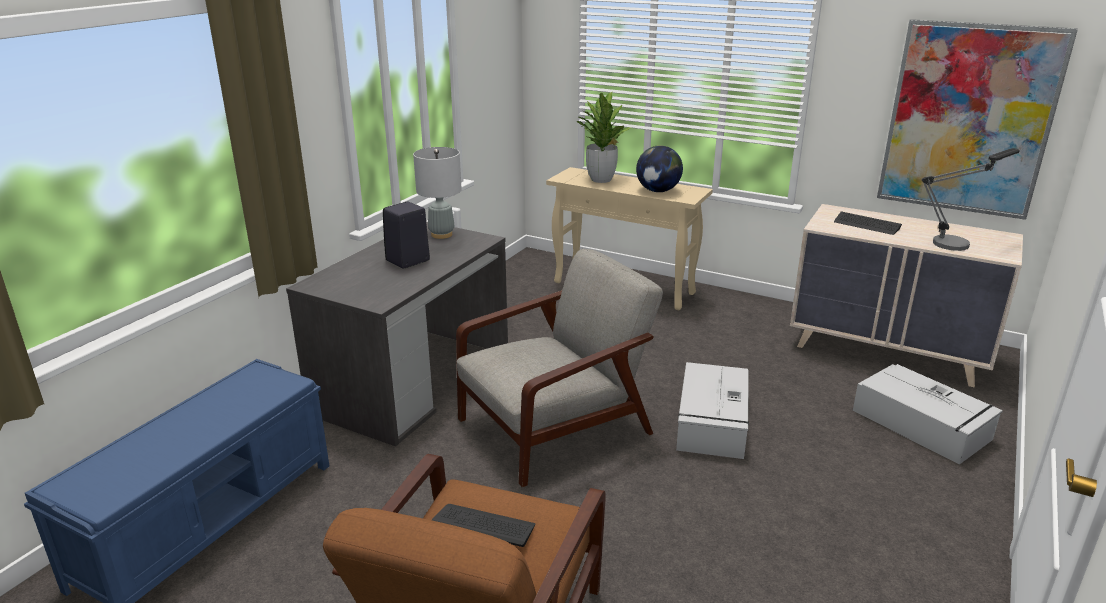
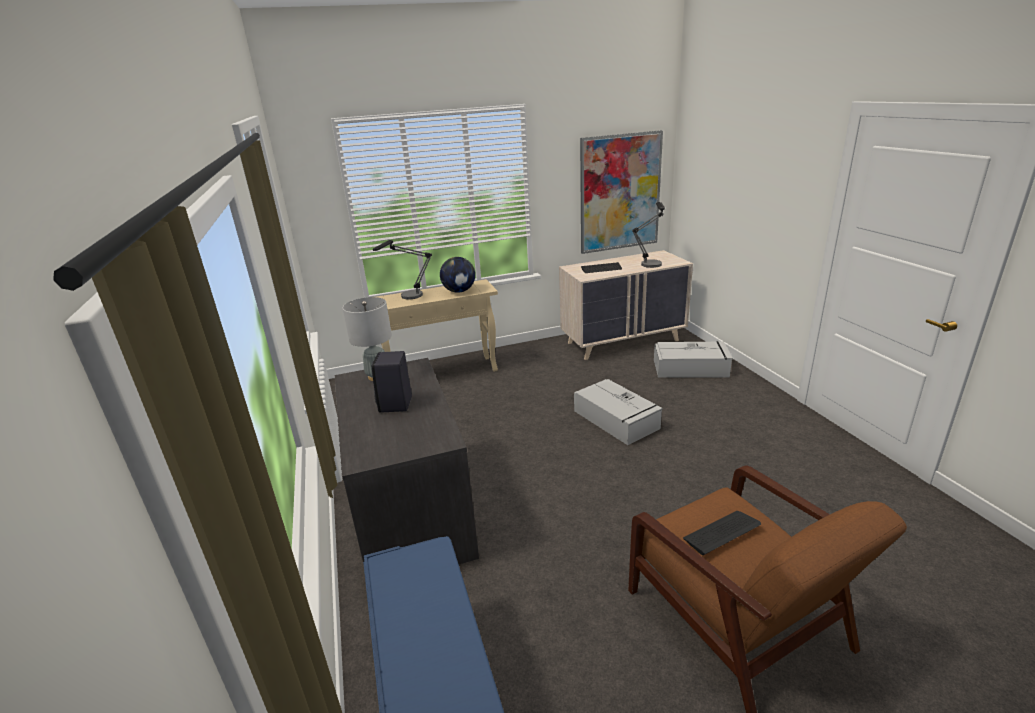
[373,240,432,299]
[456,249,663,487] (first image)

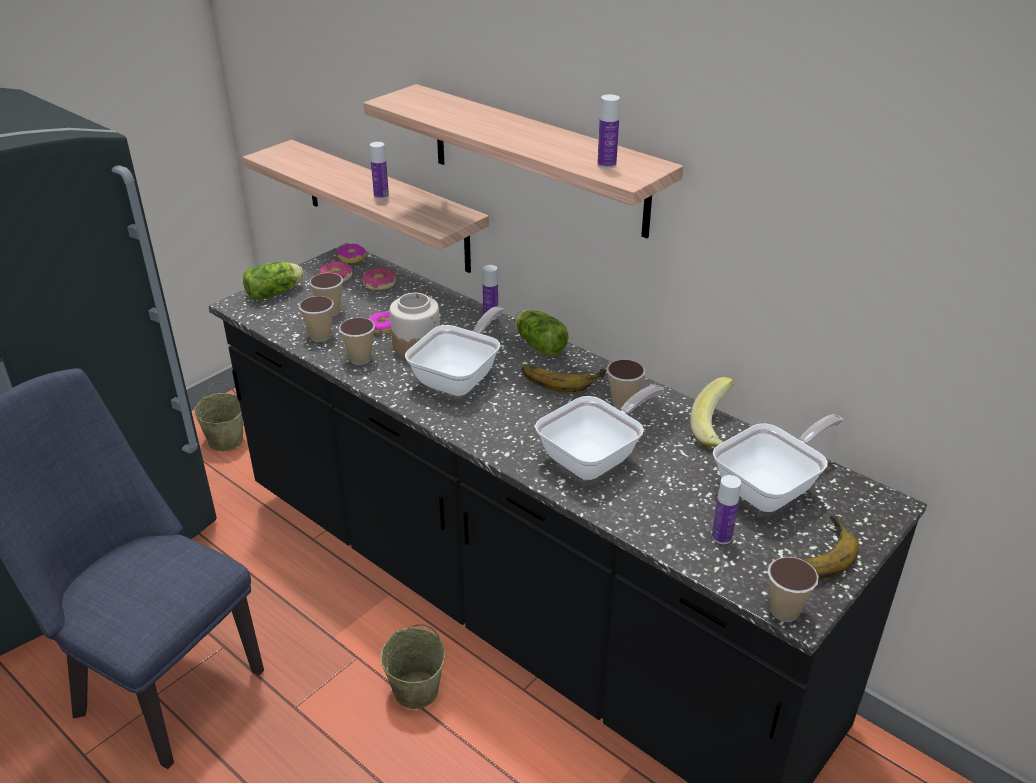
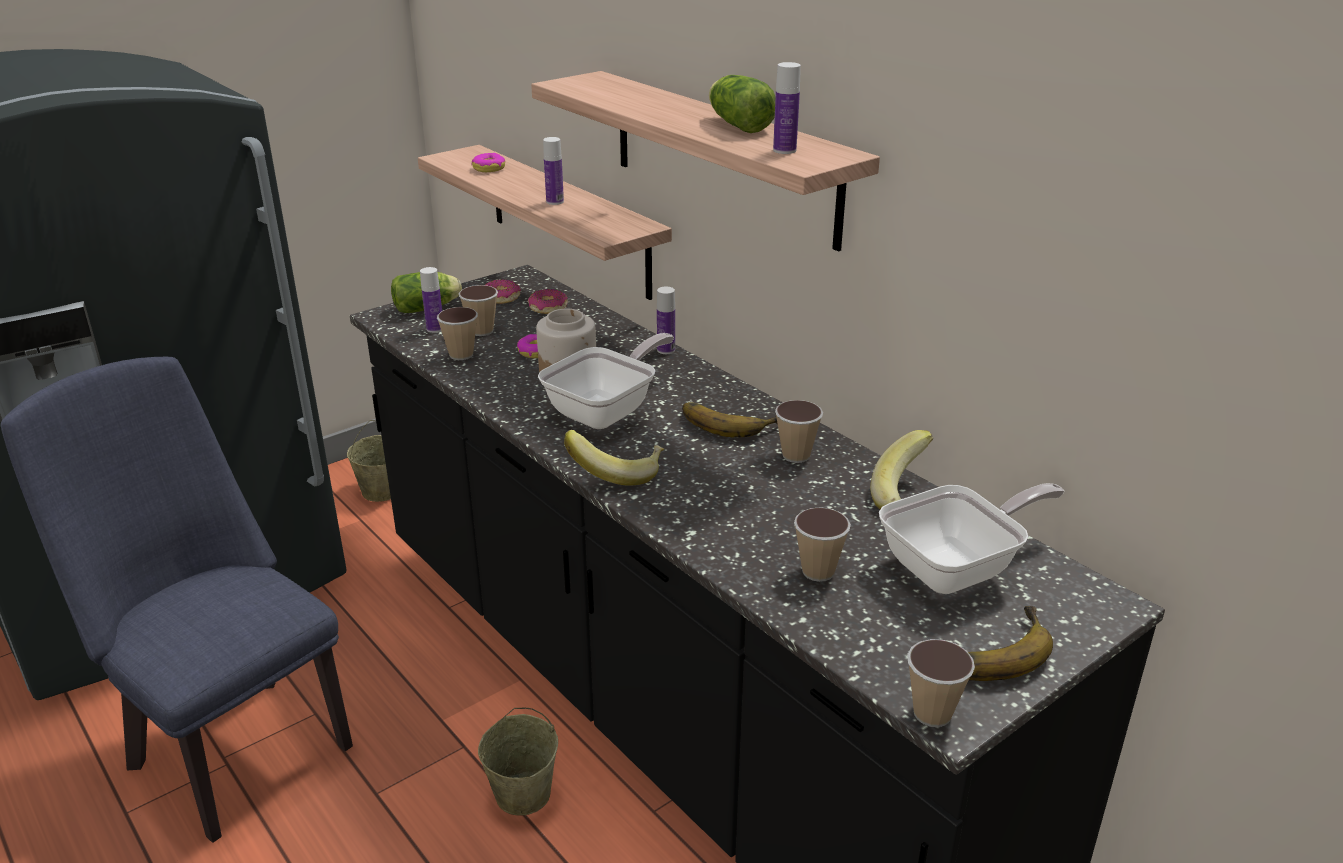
[472,153,505,172]
[709,75,775,133]
[794,507,851,582]
[535,385,664,480] (first image)
[420,267,442,333]
[564,430,664,486]

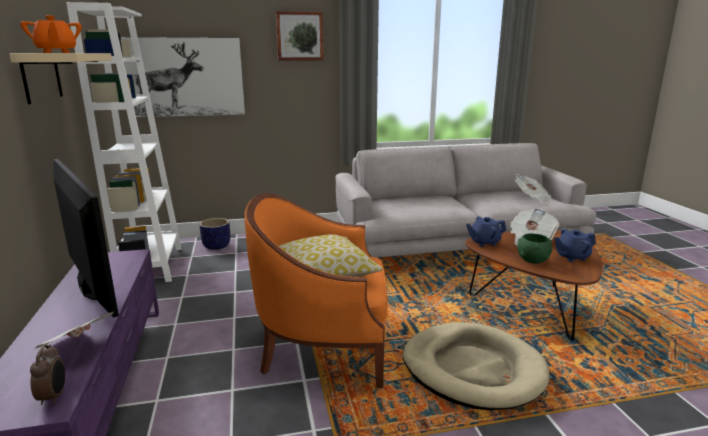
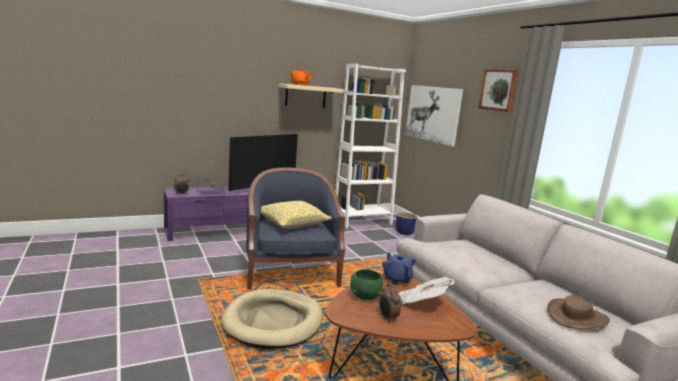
[547,296,610,330]
[247,168,345,290]
[379,284,401,323]

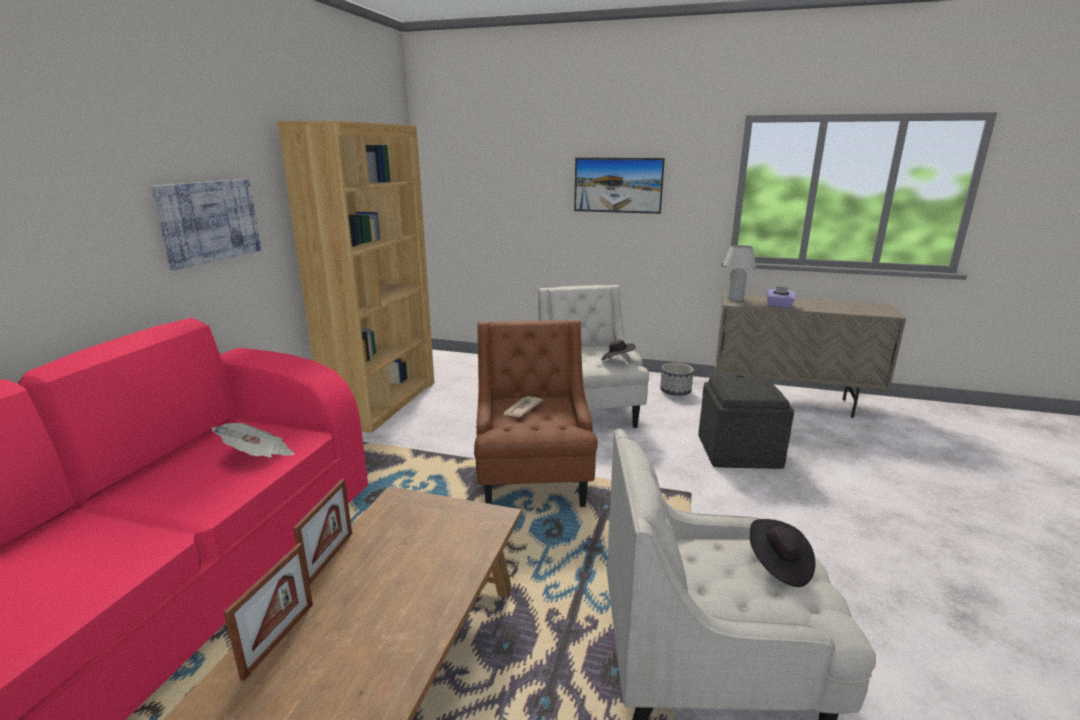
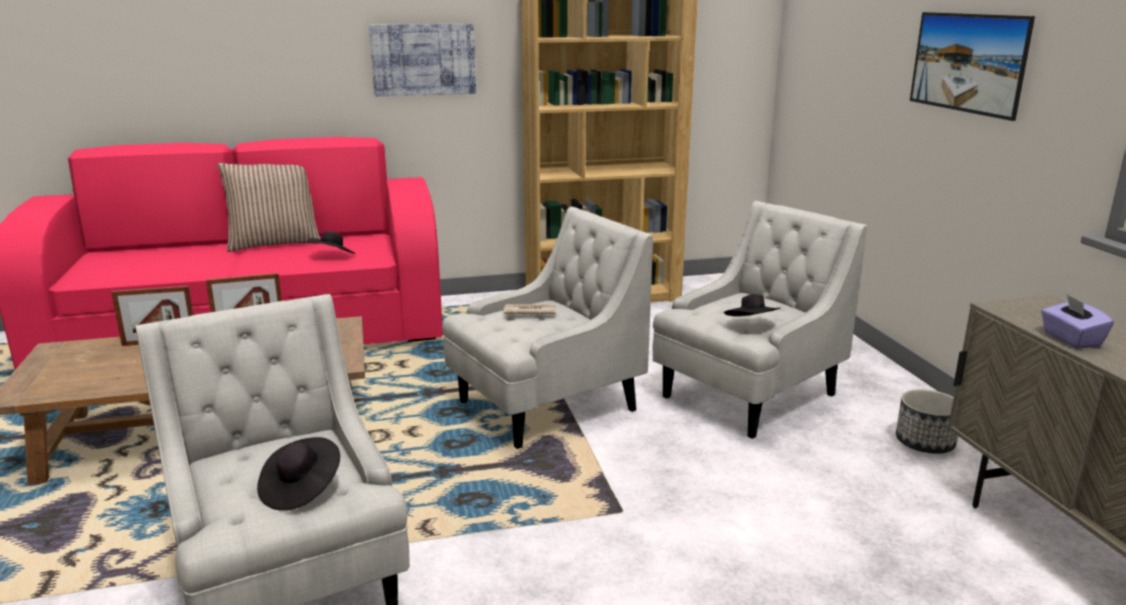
[723,245,756,301] (first image)
[442,207,653,449]
[698,377,794,469] (first image)
[308,231,355,254]
[218,163,321,252]

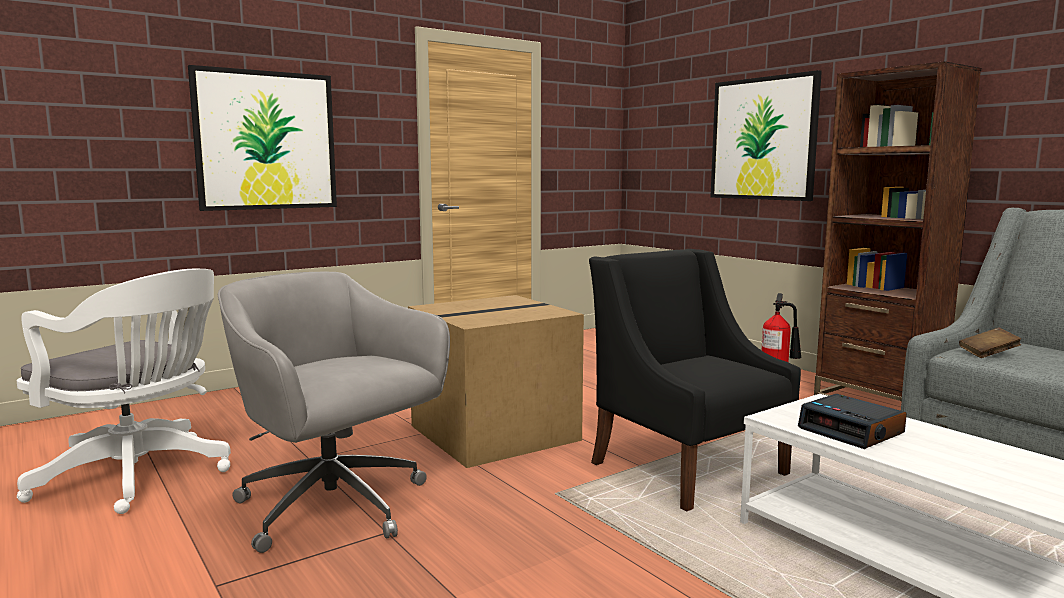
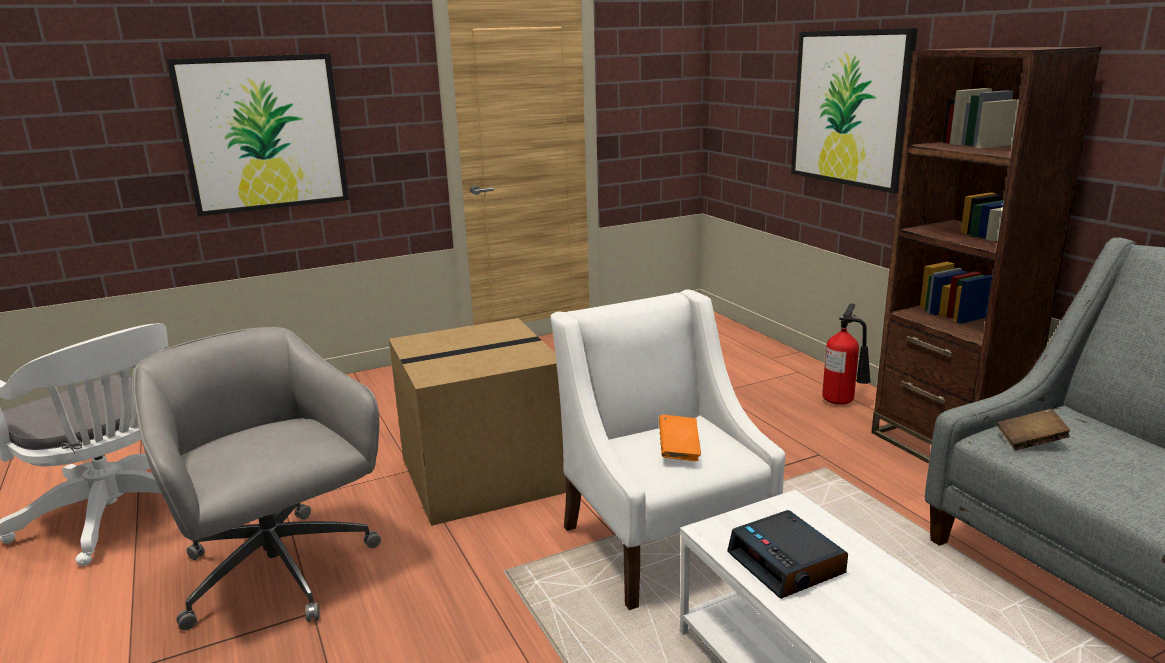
[551,289,785,610]
[659,415,701,461]

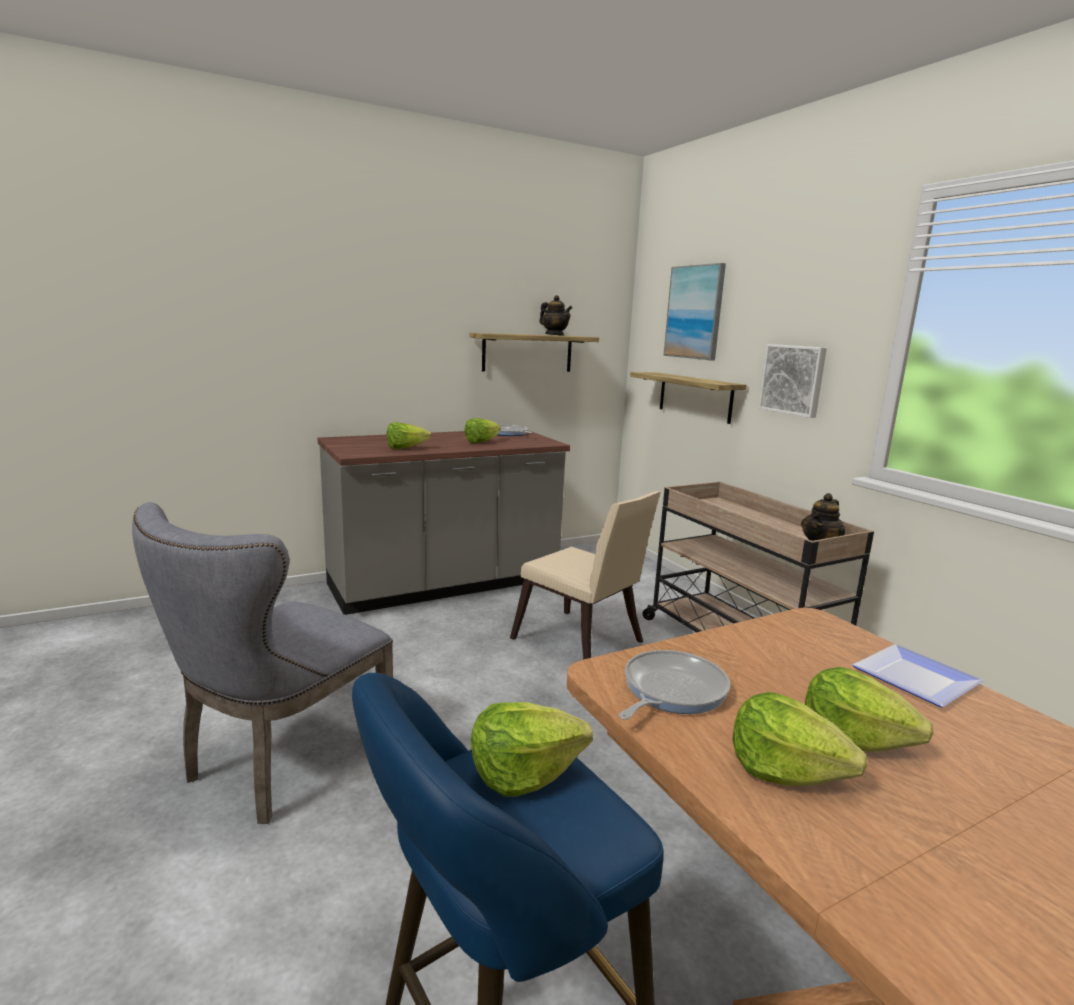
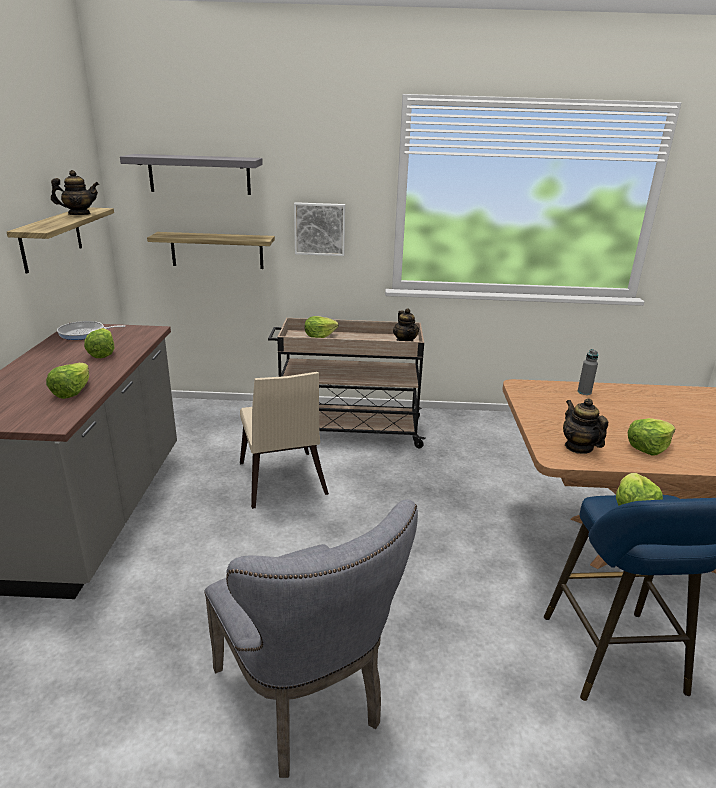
[120,154,263,195]
[240,372,329,509]
[578,349,598,395]
[563,398,608,454]
[305,316,339,338]

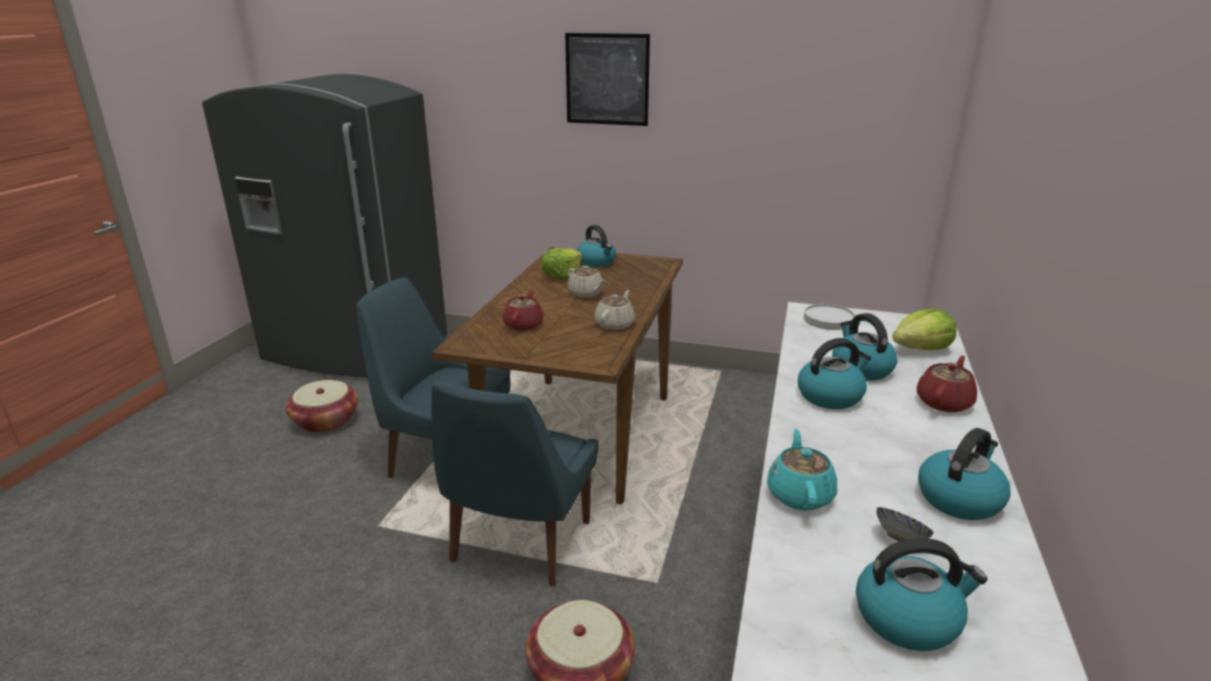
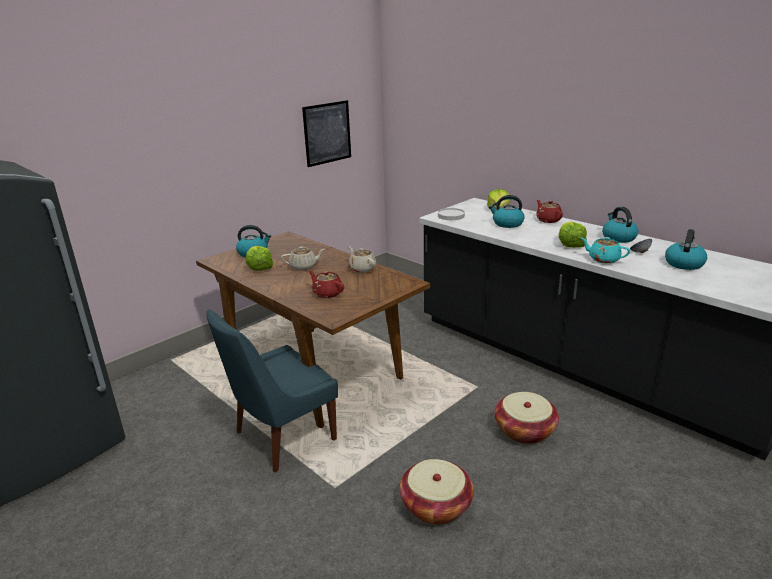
[302,100,351,167]
[798,338,871,409] (first image)
[400,459,474,525]
[431,381,599,586] (first image)
[558,222,587,248]

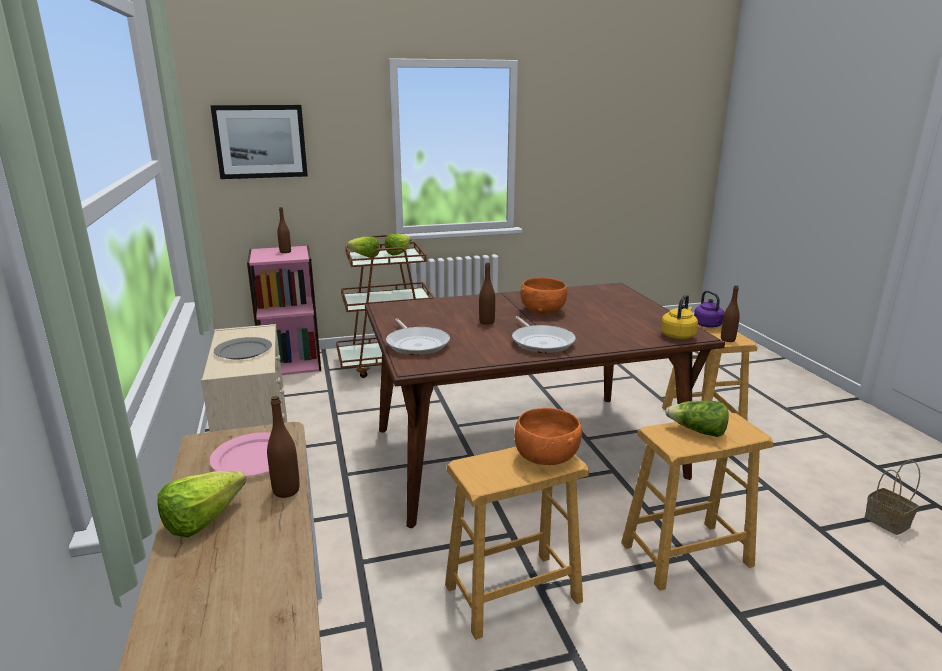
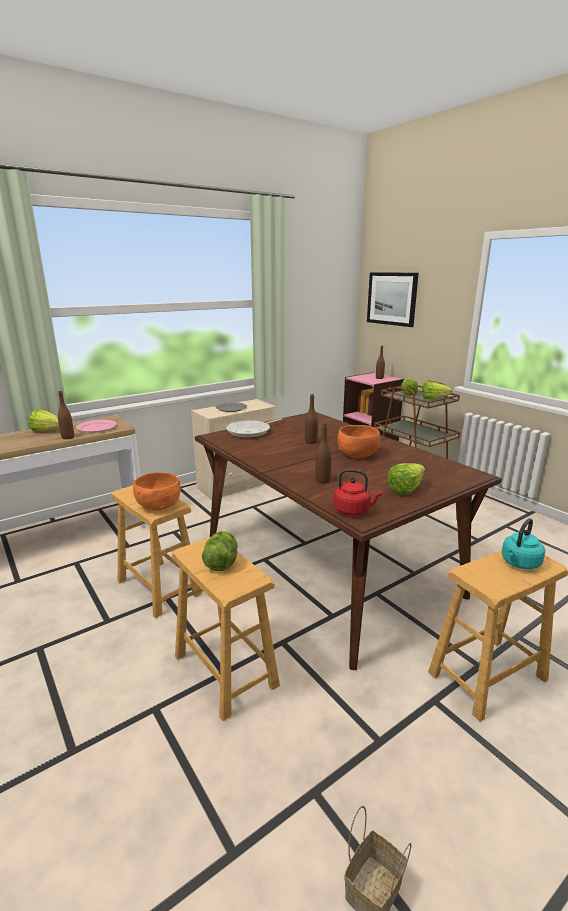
[315,423,332,484]
[502,518,545,569]
[333,469,382,515]
[512,316,576,353] (first image)
[387,463,425,495]

